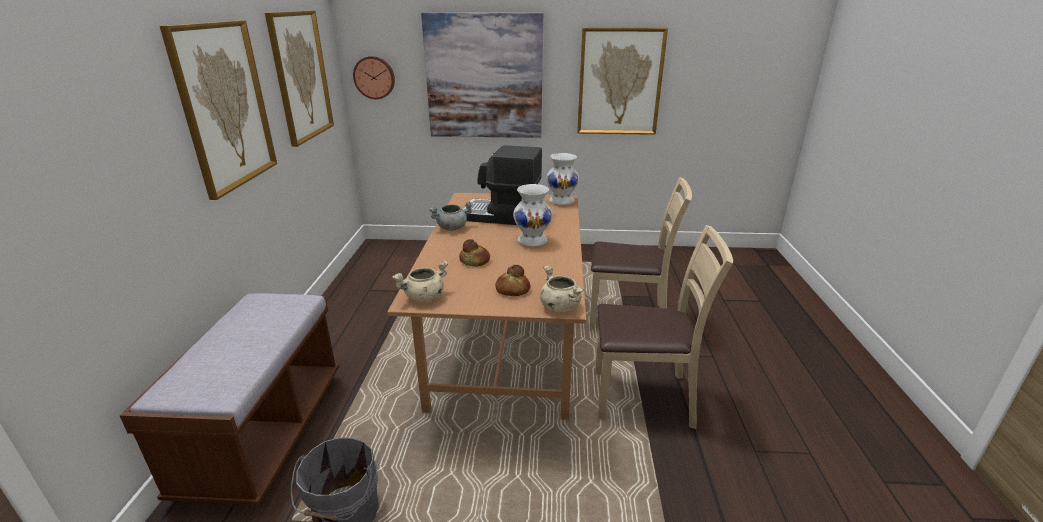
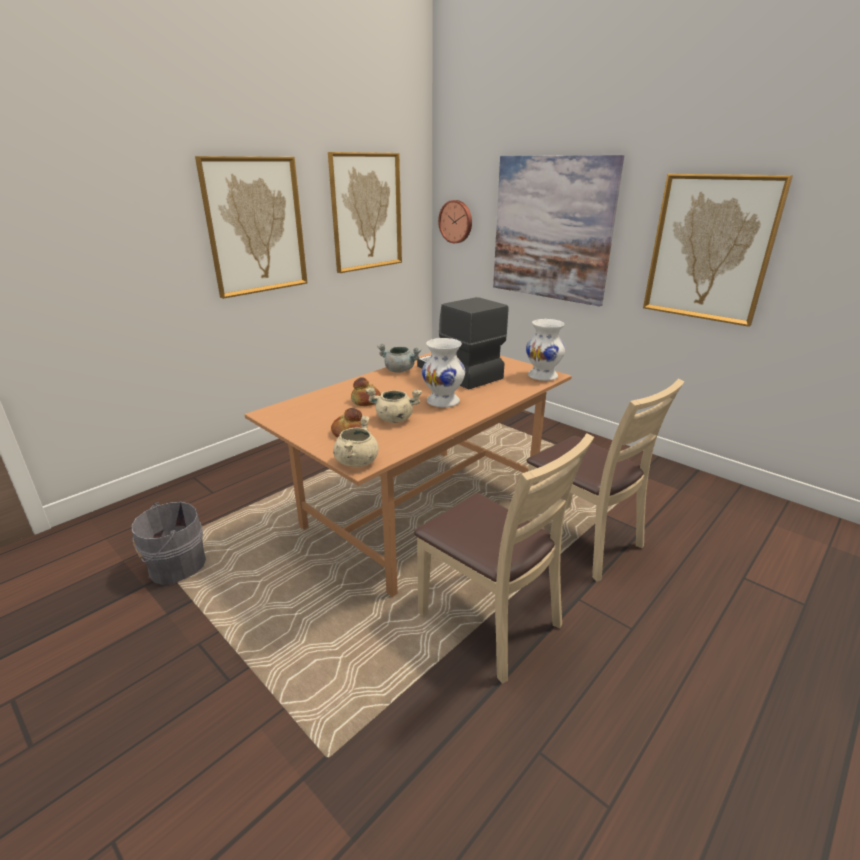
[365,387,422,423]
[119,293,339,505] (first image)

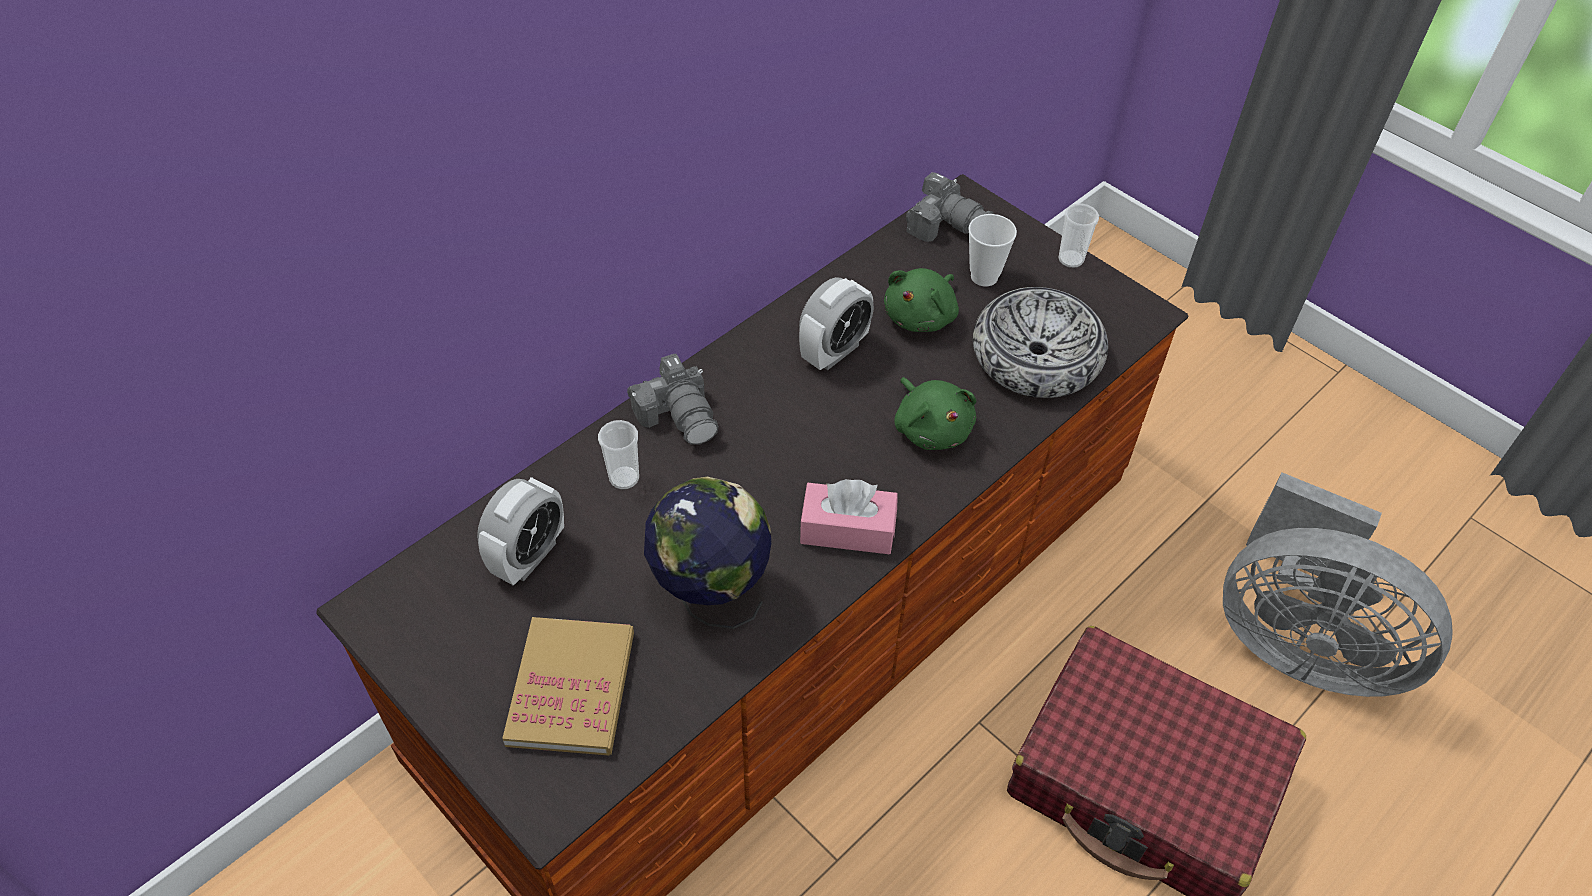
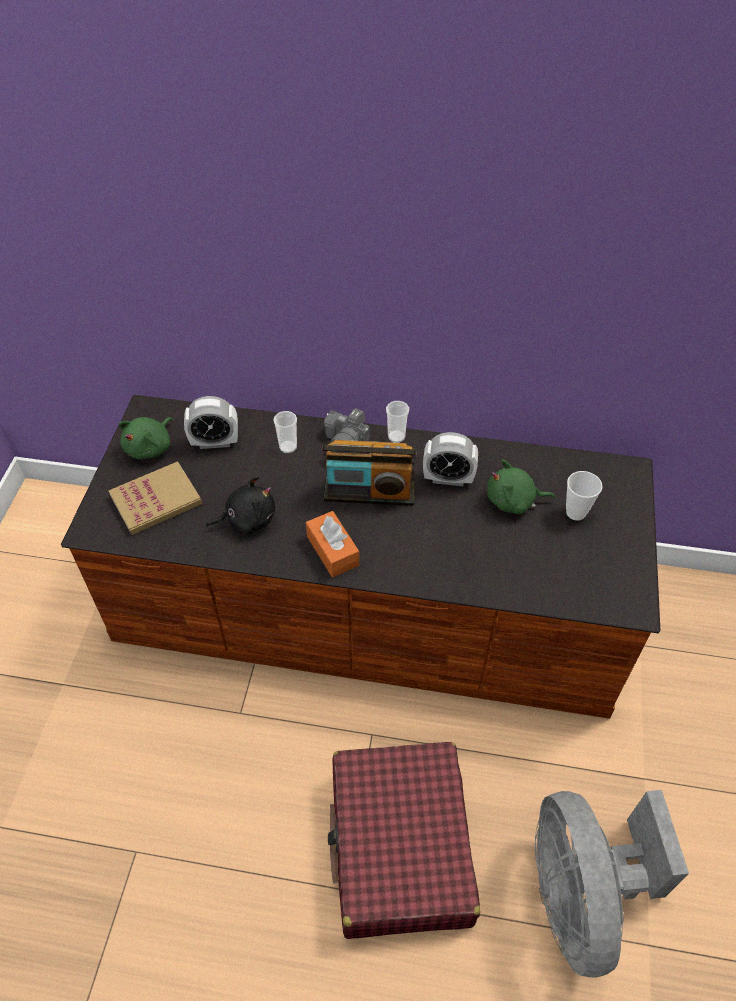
[906,172,994,242] (first image)
[386,401,409,443]
[973,287,1108,398] (first image)
[119,417,173,459]
[206,476,275,535]
[306,511,359,577]
[322,440,417,506]

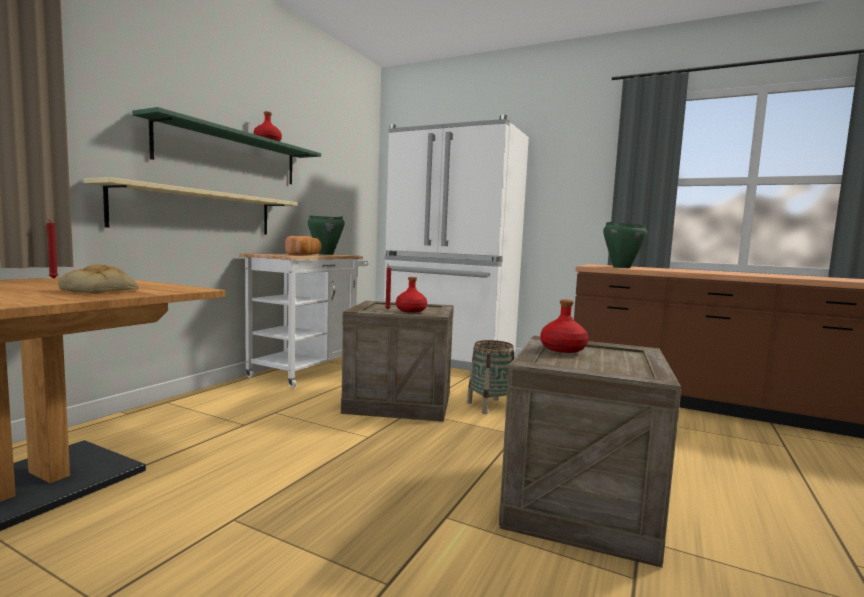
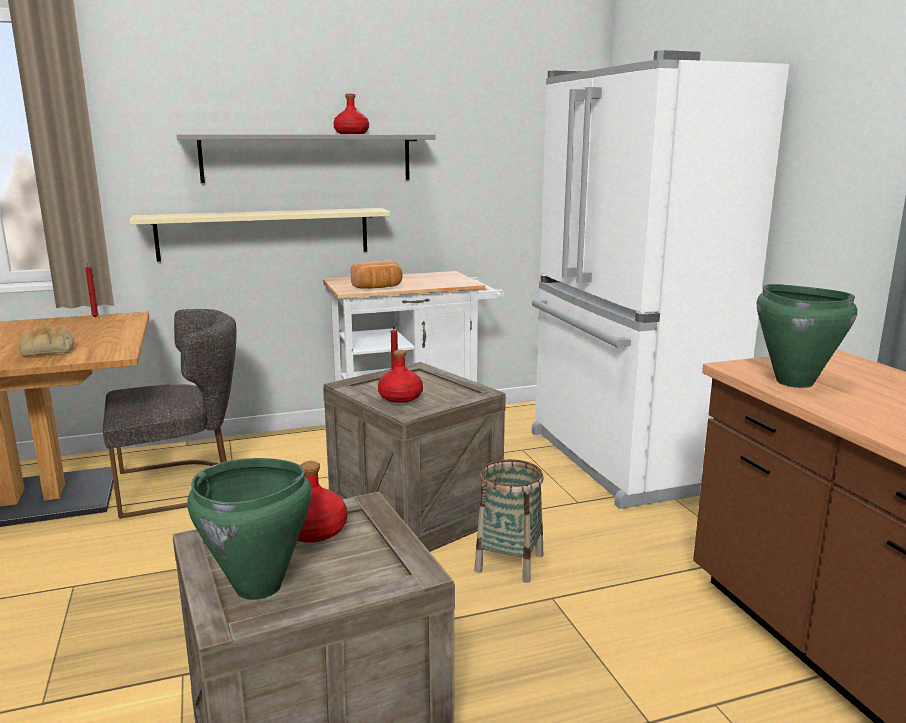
[177,134,435,183]
[187,458,312,600]
[103,309,236,519]

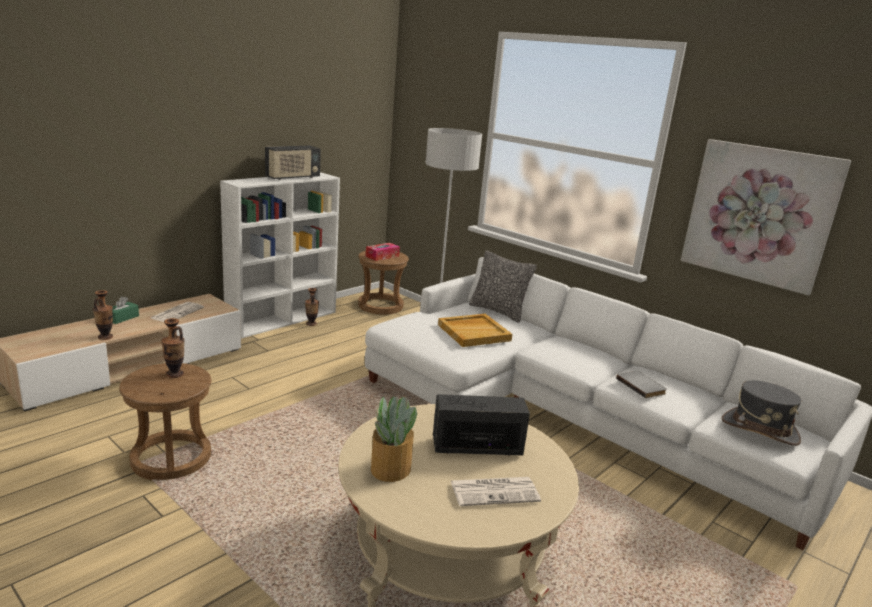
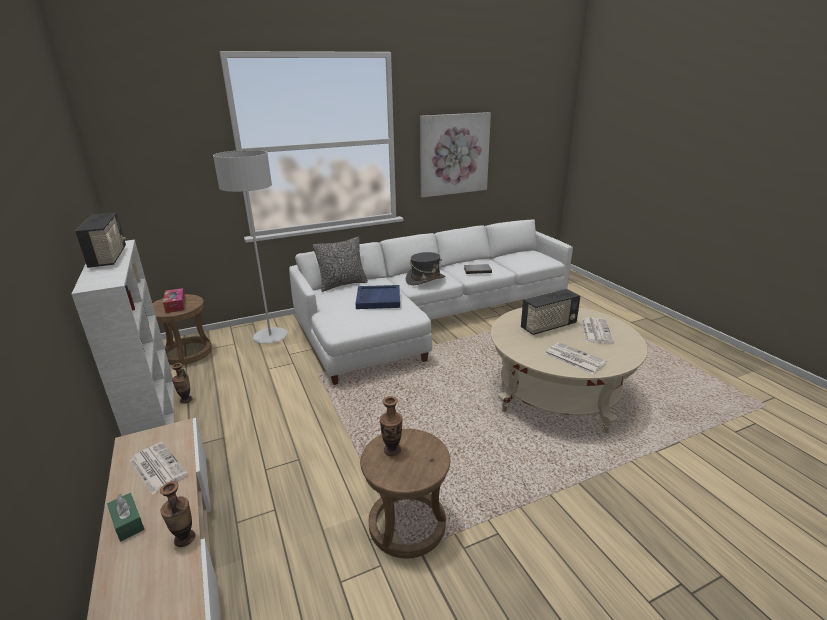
[355,285,400,309]
[406,252,446,285]
[521,289,580,335]
[545,342,607,374]

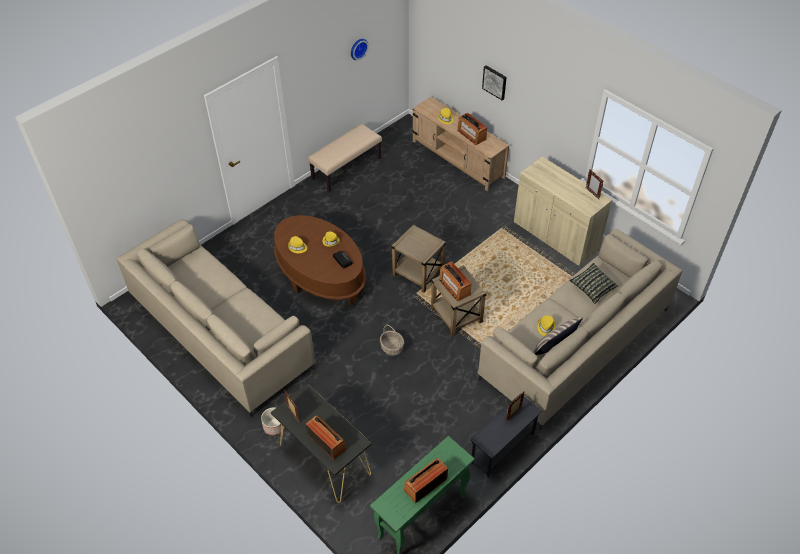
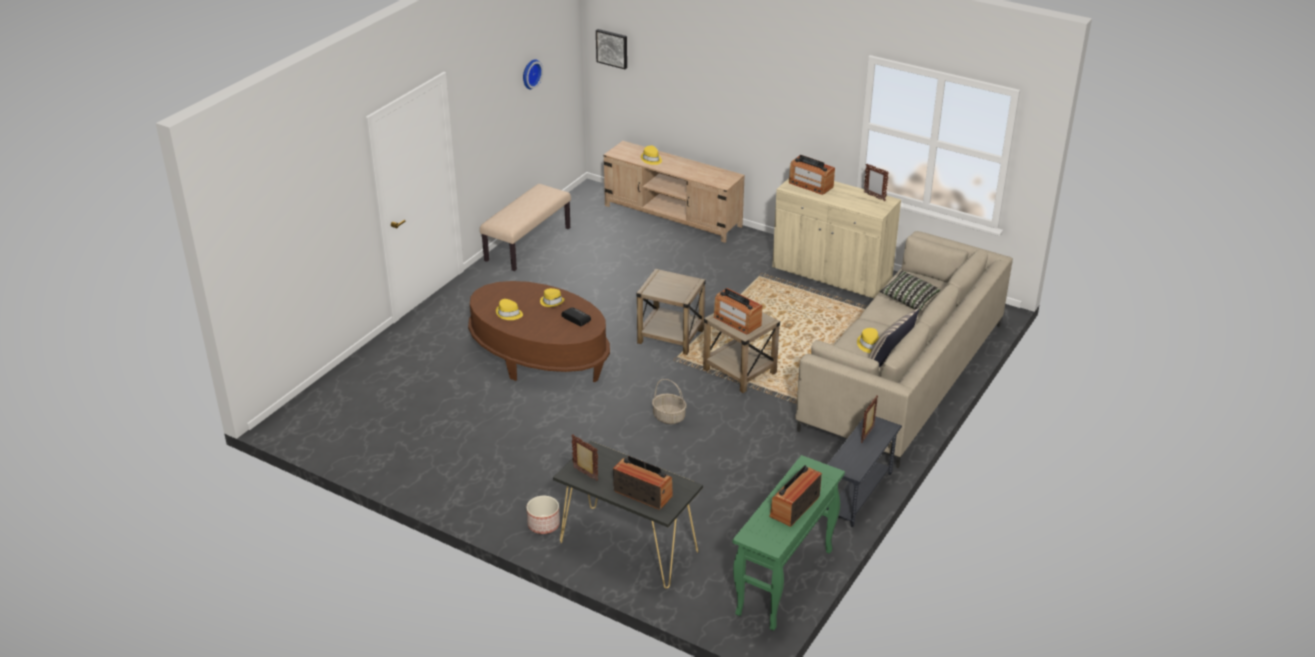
[596,29,627,69]
[789,155,835,195]
[117,219,316,418] (first image)

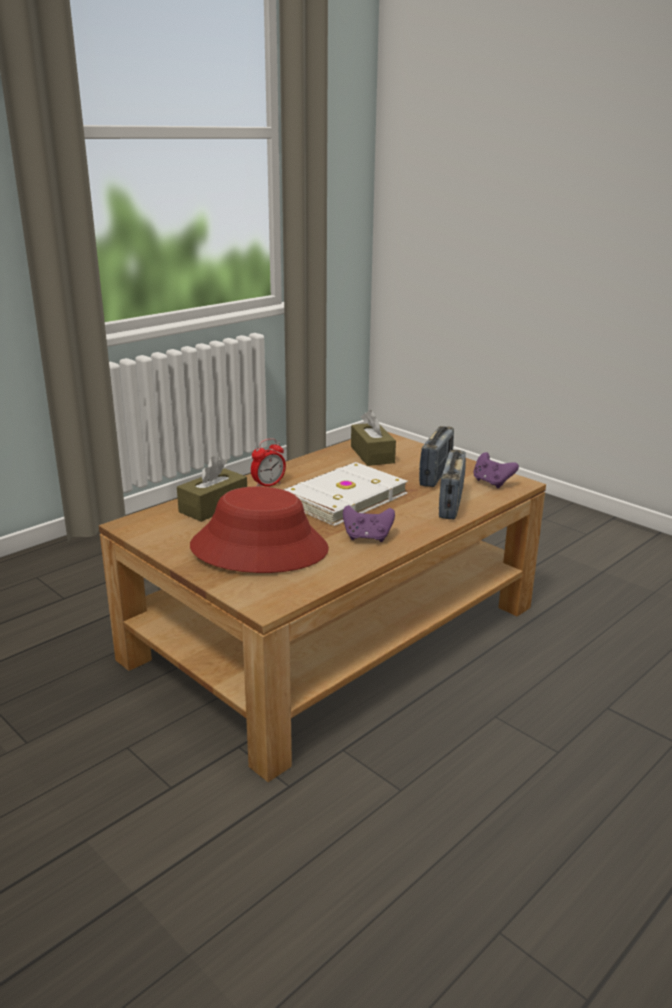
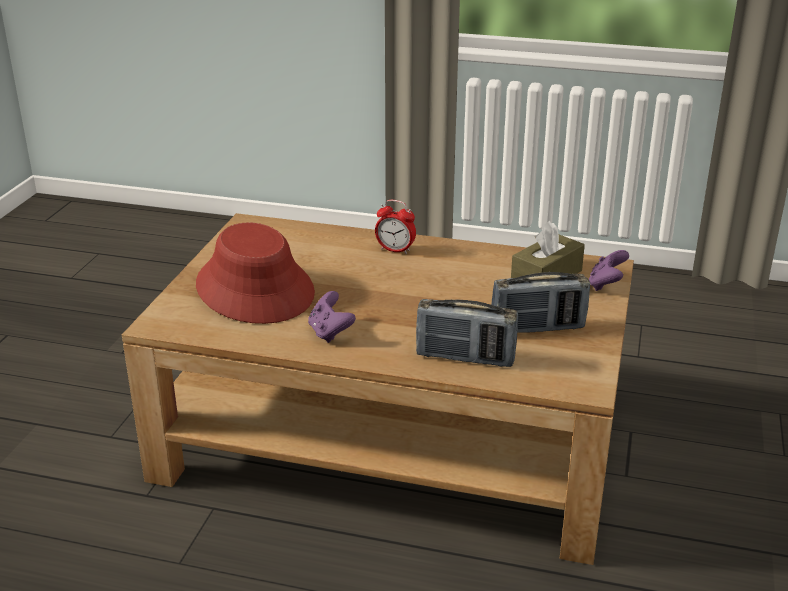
[416,299,518,367]
[589,250,629,291]
[177,457,247,522] (first image)
[283,462,408,526] (first image)

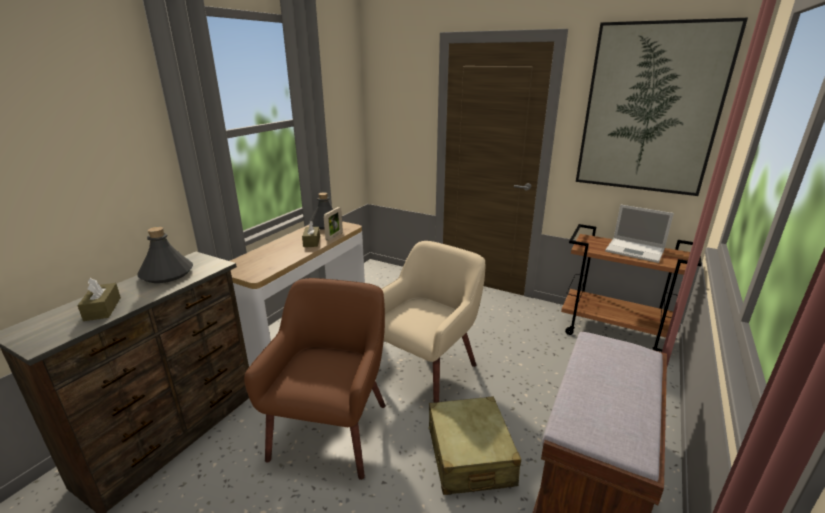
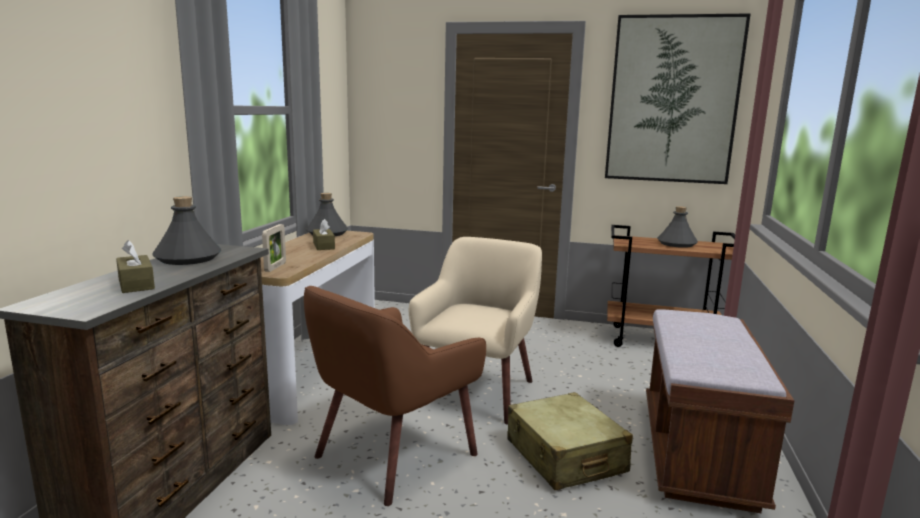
[657,206,698,248]
[262,224,286,272]
[304,286,486,506]

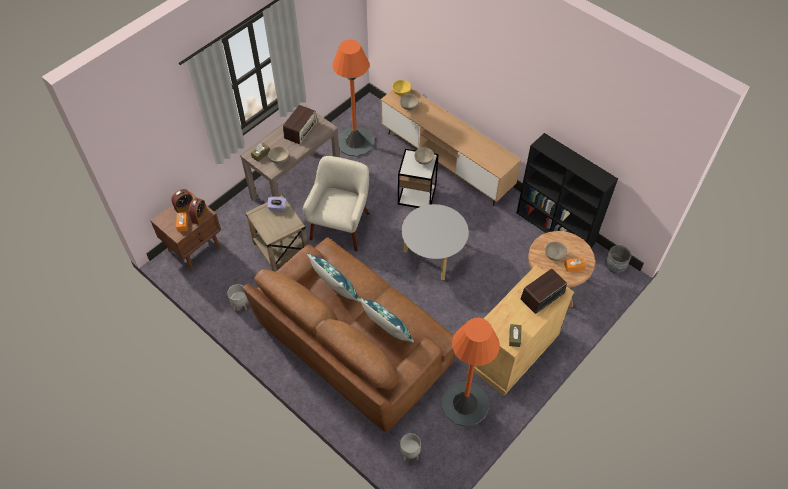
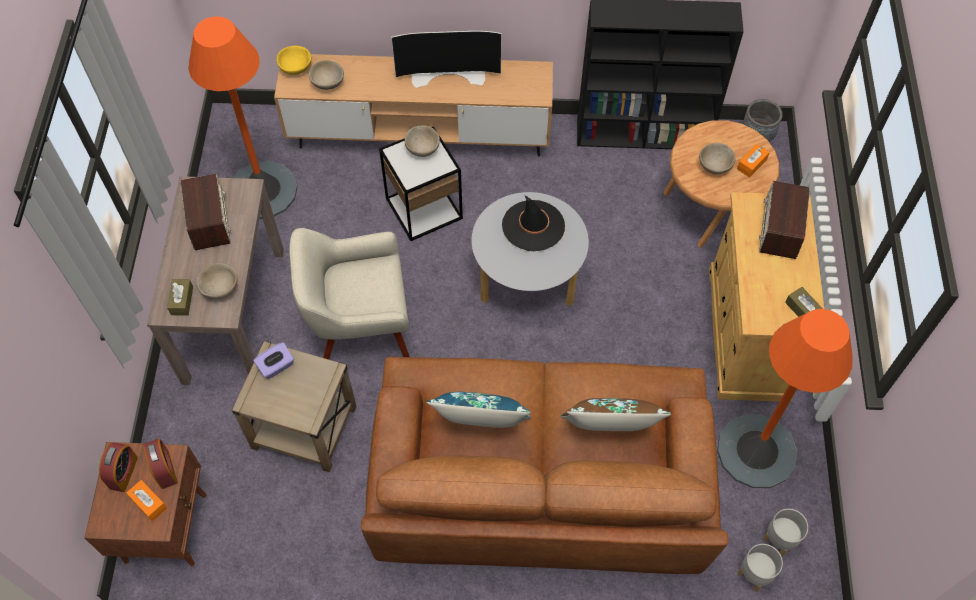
[289,228,410,360]
[763,509,808,557]
[561,398,671,431]
[391,31,502,88]
[502,195,565,251]

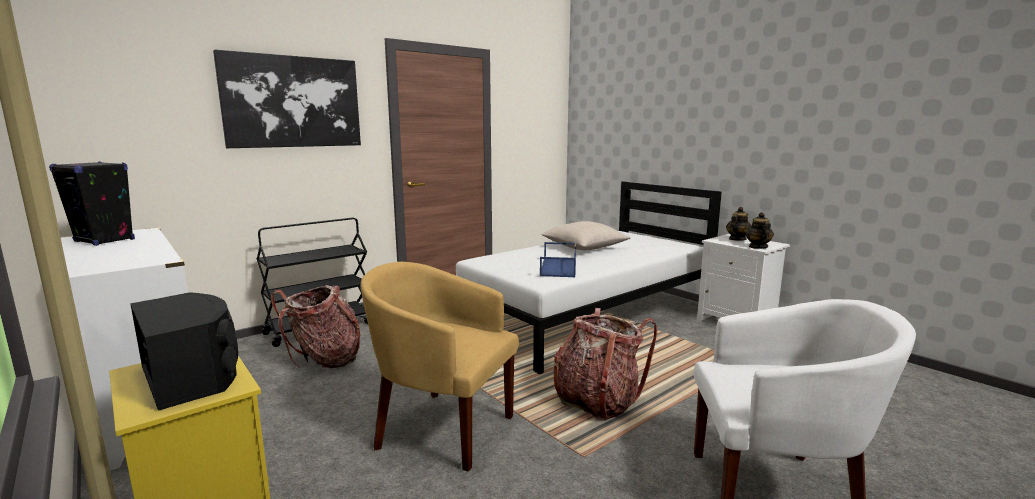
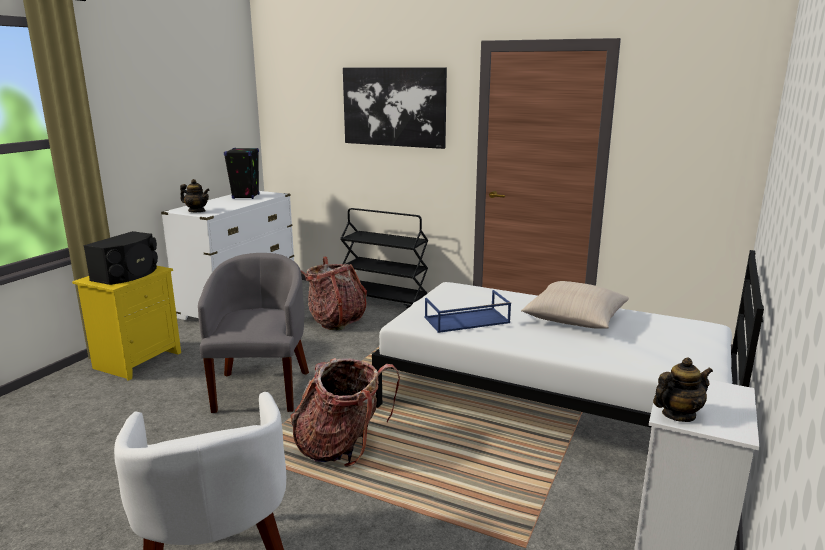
[180,179,210,212]
[198,253,309,413]

